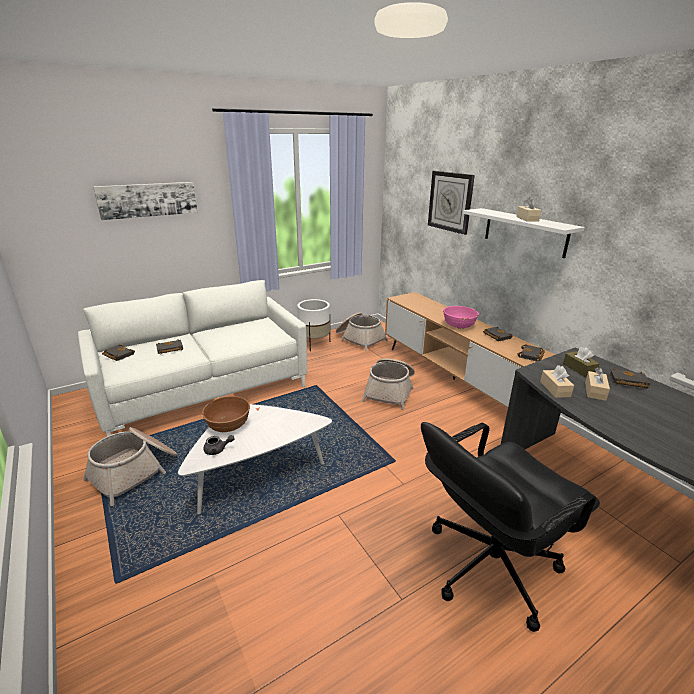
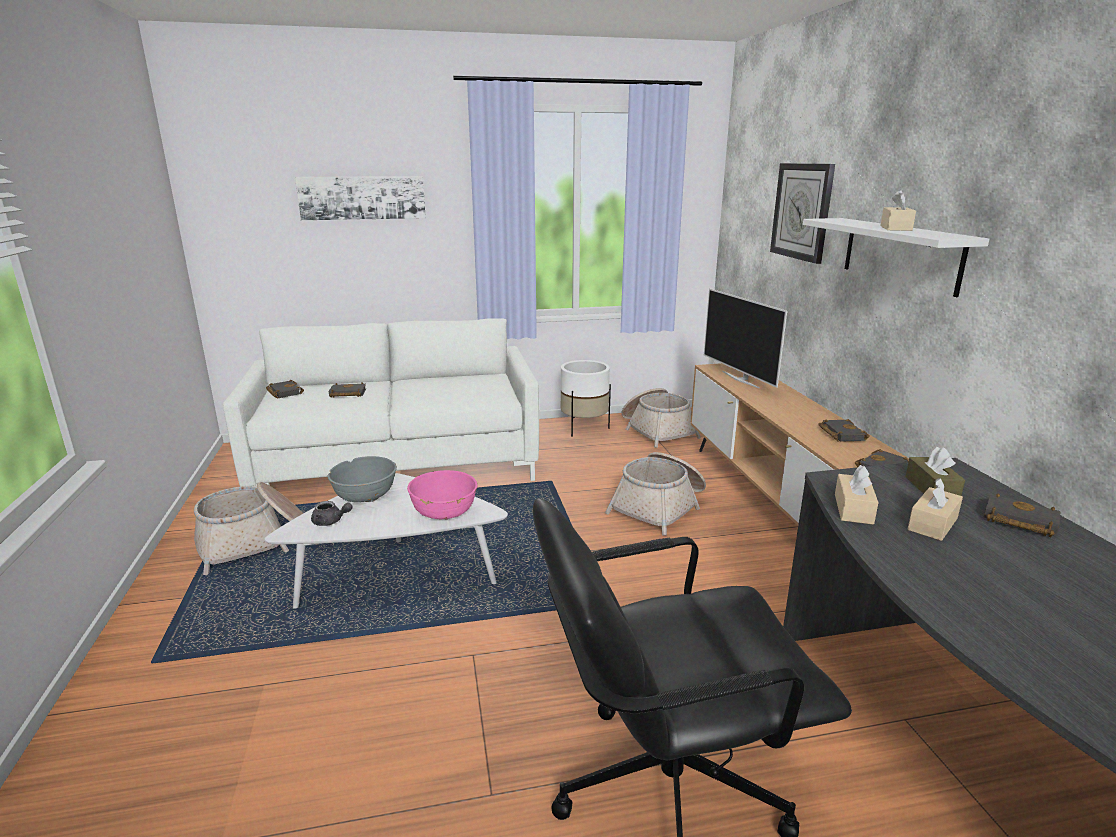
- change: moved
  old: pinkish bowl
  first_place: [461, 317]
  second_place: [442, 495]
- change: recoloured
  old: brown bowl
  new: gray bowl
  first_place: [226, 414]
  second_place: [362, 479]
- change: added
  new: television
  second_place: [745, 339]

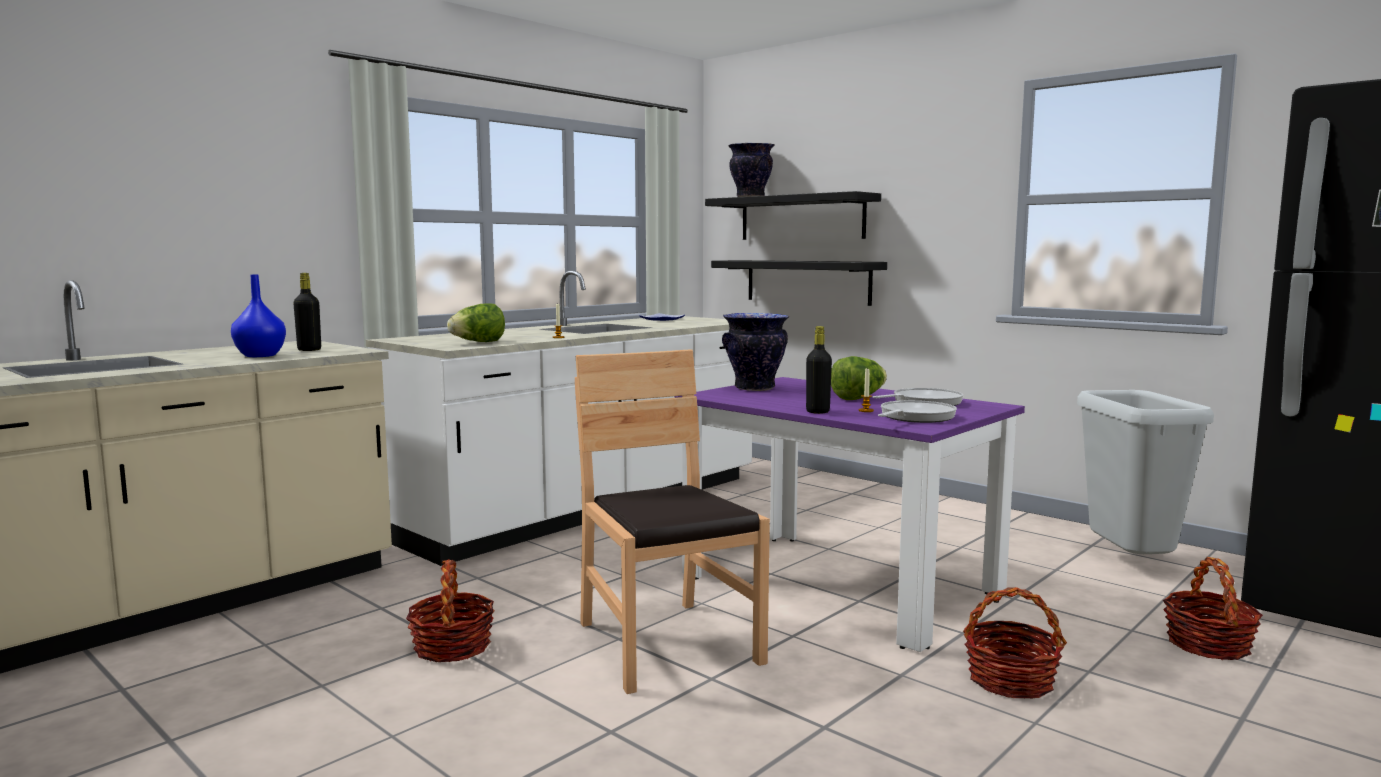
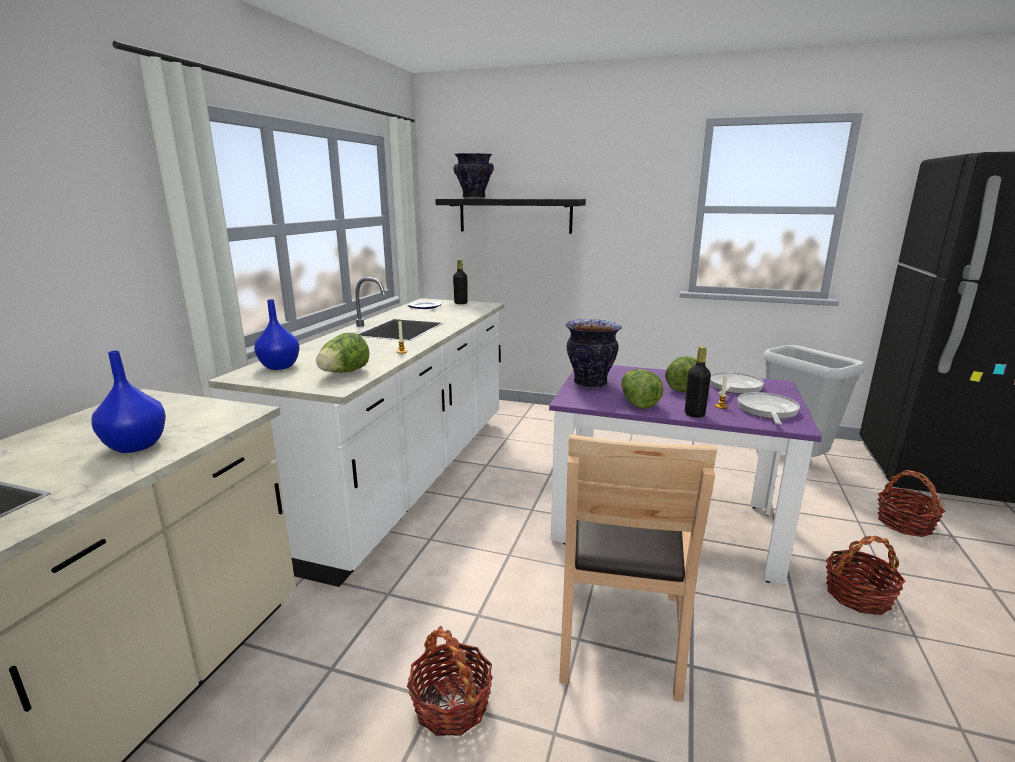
- change: removed
  old: blackish wall shelf
  first_place: [799, 283]
- change: moved
  old: blackish drink bottle
  first_place: [307, 312]
  second_place: [460, 281]
- change: turned
  old: brown chair
  first_place: [672, 521]
  second_place: [638, 568]
  degrees: -120
- change: added
  new: blue-coloured flower vase
  second_place: [277, 334]
- change: added
  new: head of lettuce
  second_place: [642, 389]

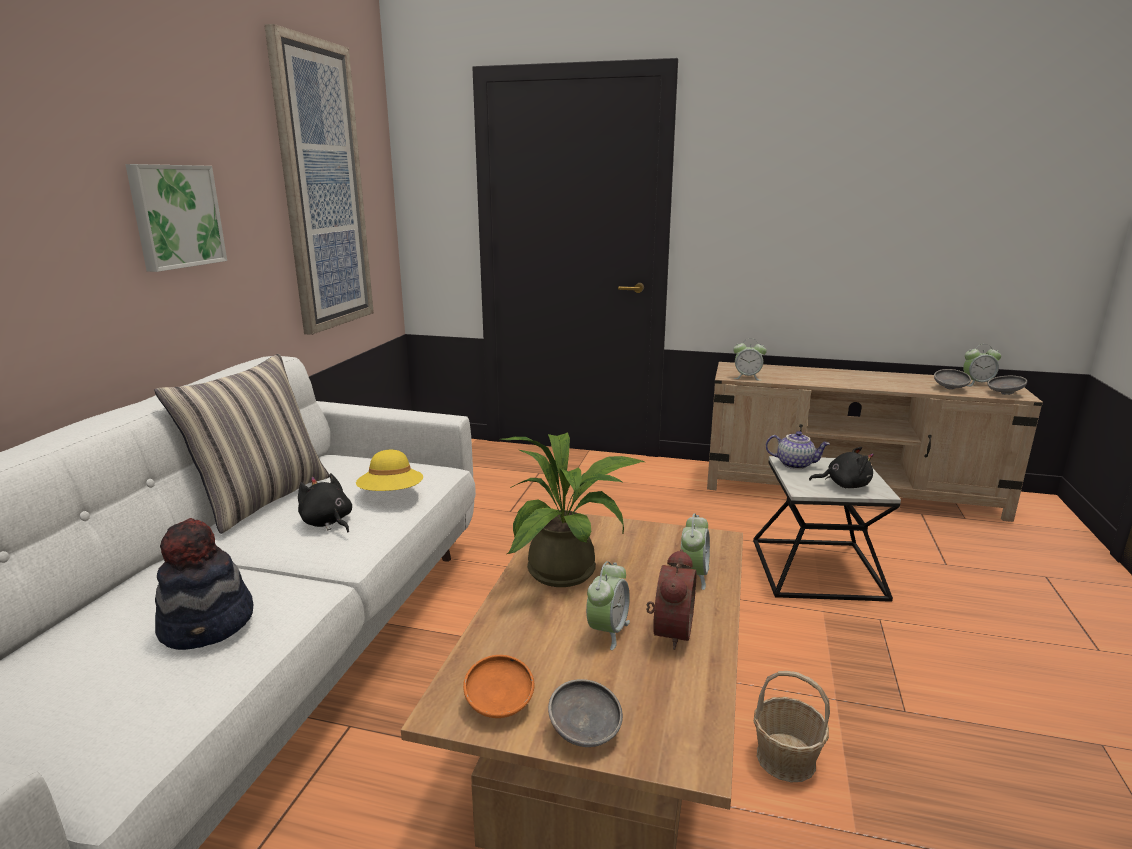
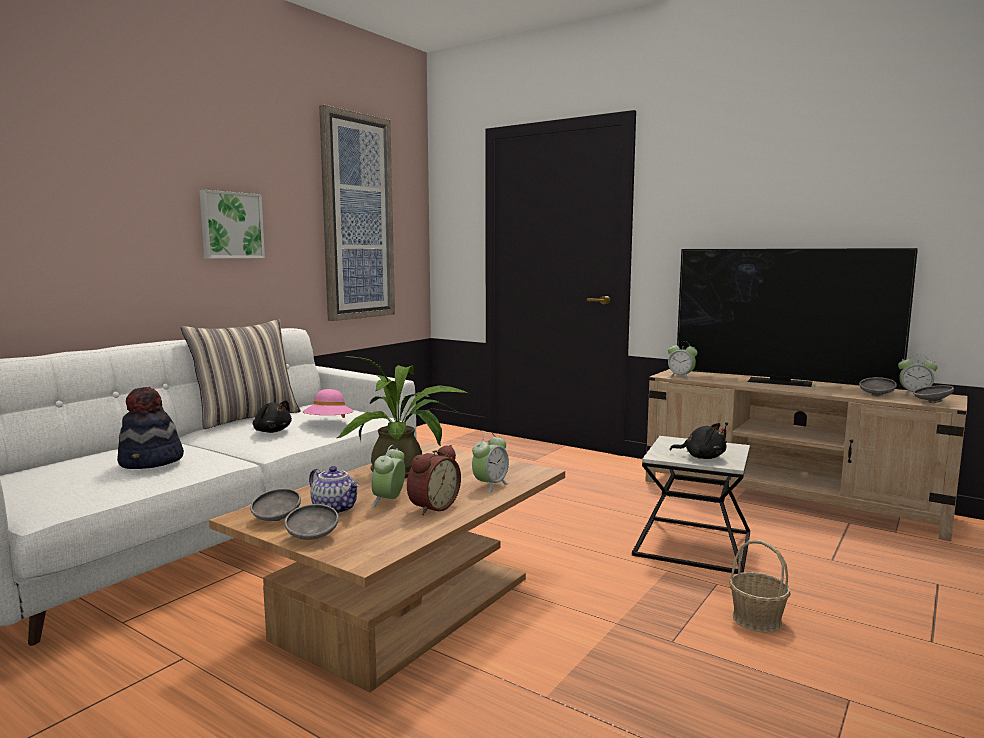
- change: moved
  old: pot for tea
  first_place: [798, 450]
  second_place: [334, 490]
- change: recoloured
  old: yellow-coloured hat
  new: pinkish hat
  first_place: [389, 470]
  second_place: [328, 403]
- change: turned
  old: blackish cuddly toy
  first_place: [325, 502]
  second_place: [272, 416]
  degrees: 150
- change: turned
  old: bedside clock
  first_place: [608, 605]
  second_place: [388, 476]
  degrees: 150
- change: recoloured
  old: orange-coloured bowl
  new: gray bowl
  first_place: [498, 686]
  second_place: [275, 504]
- change: moved
  old: household basket
  first_place: [792, 726]
  second_place: [760, 586]
- change: added
  new: television
  second_place: [797, 317]

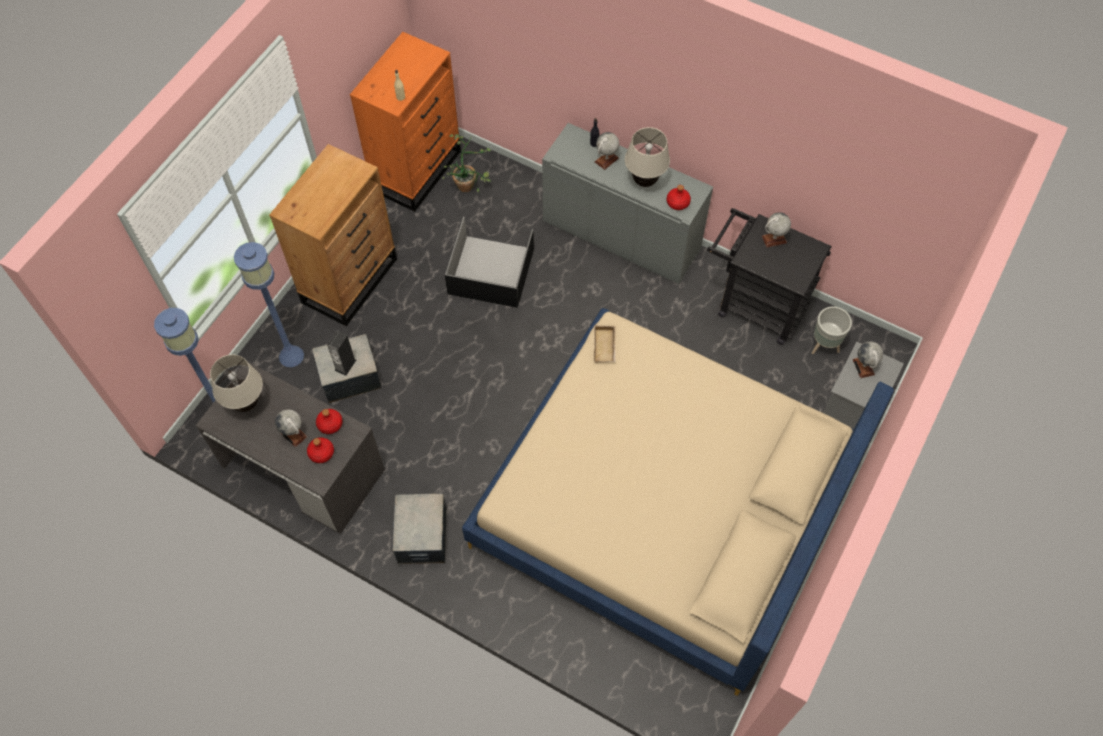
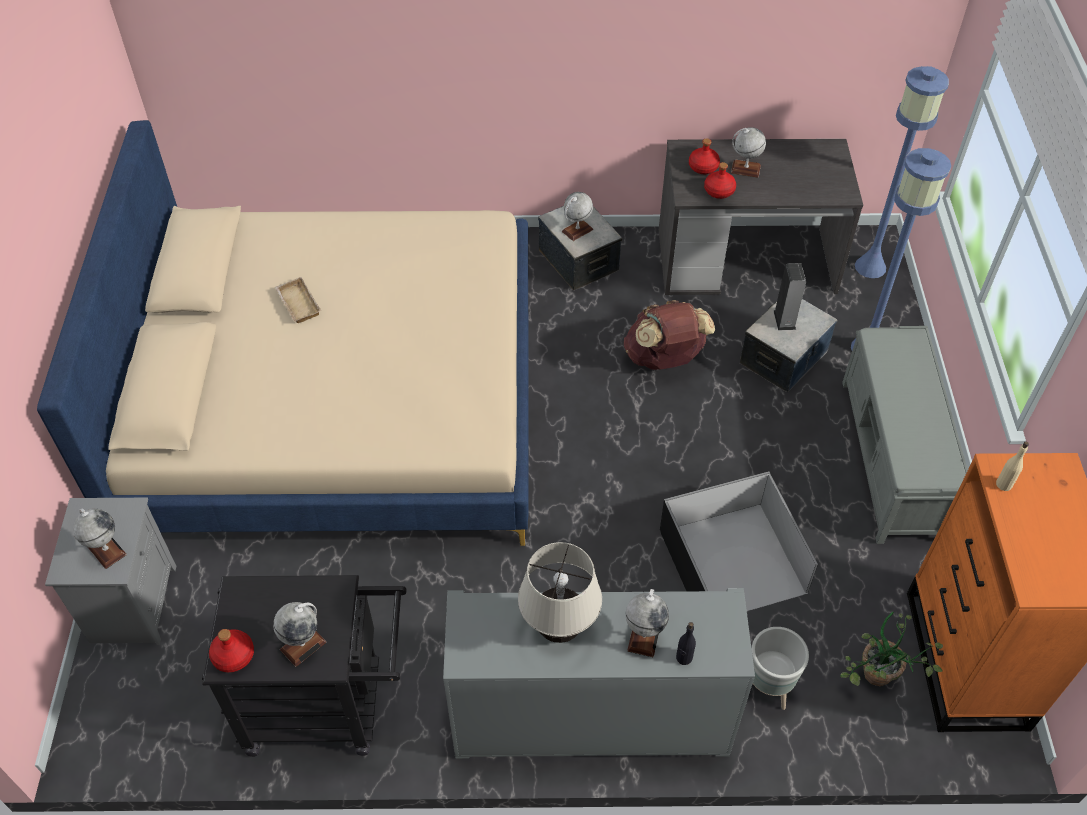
- change: replaced
  old: brown dresser
  new: gray indoor bench
  first_place: [333, 235]
  second_place: [905, 435]
- change: moved
  old: reddish drink bottle
  first_place: [679, 197]
  second_place: [231, 650]
- change: moved
  old: gray plant pot
  first_place: [832, 330]
  second_place: [780, 668]
- change: moved
  old: beige serving tray
  first_place: [605, 344]
  second_place: [298, 300]
- change: removed
  old: beige tabletop lamp
  first_place: [236, 383]
- change: added
  new: desk globe
  second_place: [577, 216]
- change: added
  new: brown rucksack
  second_place: [669, 335]

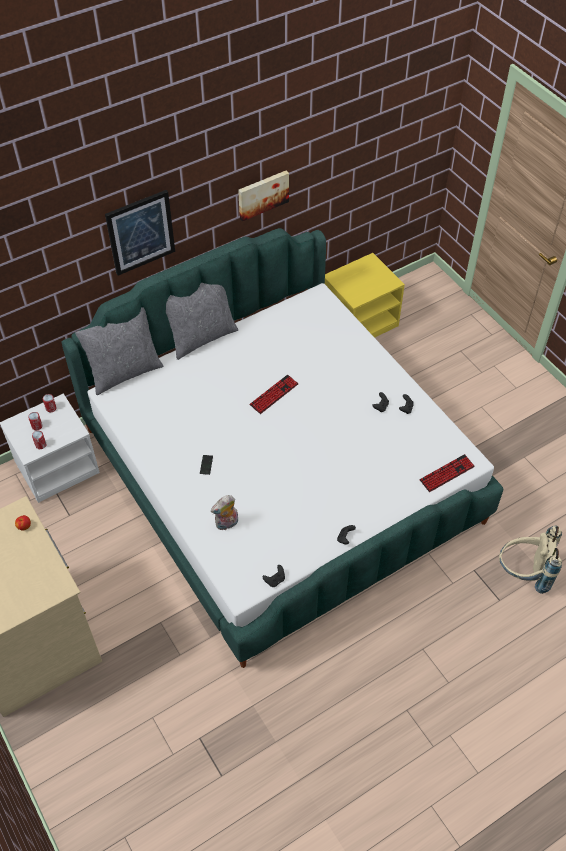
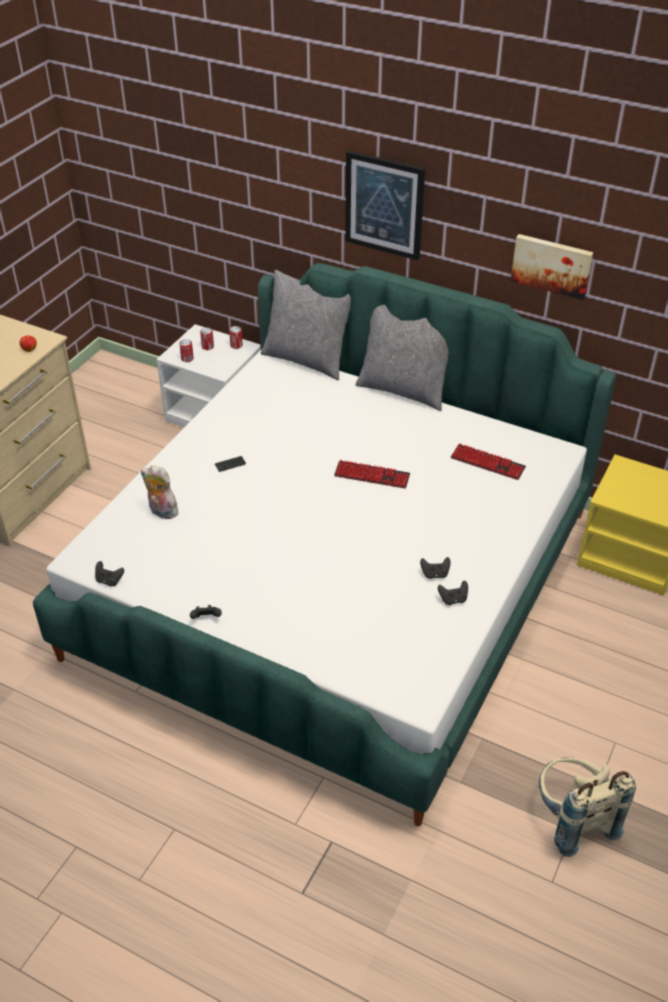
- change: moved
  old: PC keyboard
  first_place: [447, 473]
  second_place: [488, 461]
- change: moved
  old: beige rucksack
  first_place: [530, 560]
  second_place: [587, 807]

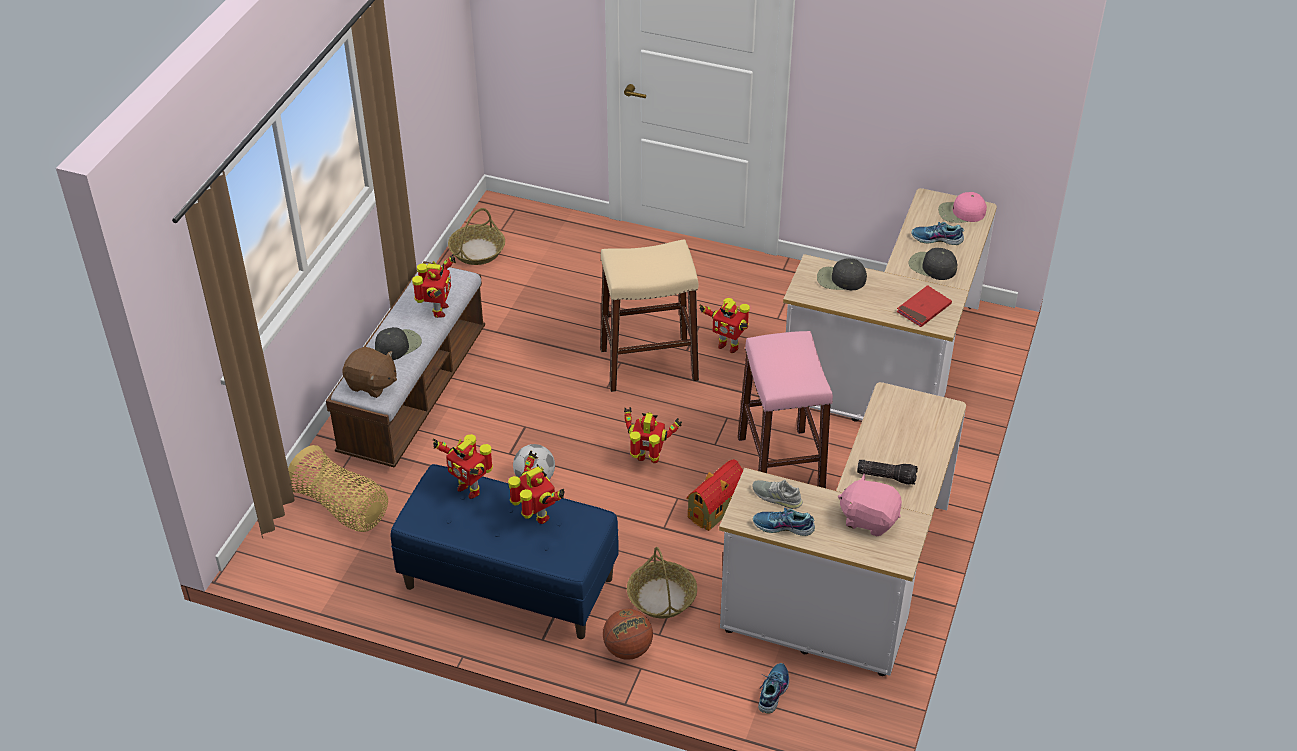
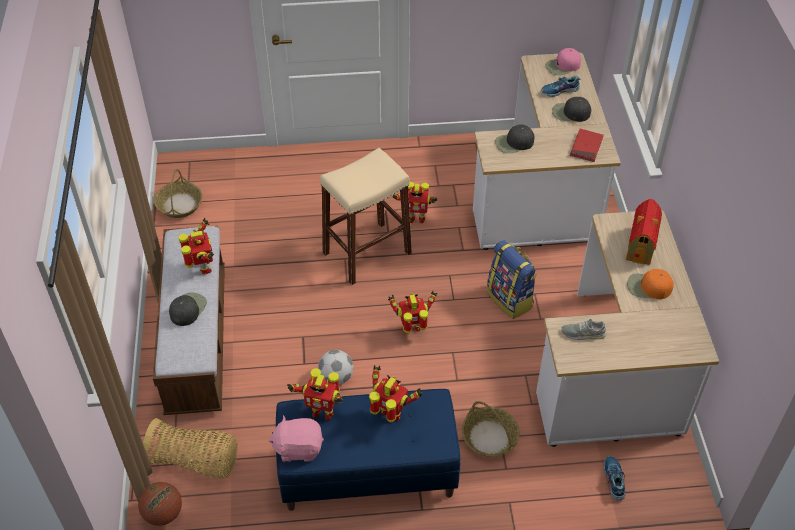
- change: replaced
  old: pinkish sitting stool
  new: rucksack
  first_place: [785, 409]
  second_place: [512, 279]
- change: removed
  old: brown cuddly toy
  first_place: [369, 372]
- change: moved
  old: toy house
  first_place: [715, 495]
  second_place: [644, 232]
- change: replaced
  old: torch
  new: orange-coloured peaked cap
  first_place: [887, 472]
  second_place: [650, 284]
- change: moved
  old: pinkish cuddly toy
  first_place: [870, 505]
  second_place: [296, 438]
- change: removed
  old: low shoe
  first_place: [784, 522]
- change: moved
  old: ball for basketball
  first_place: [628, 634]
  second_place: [160, 504]

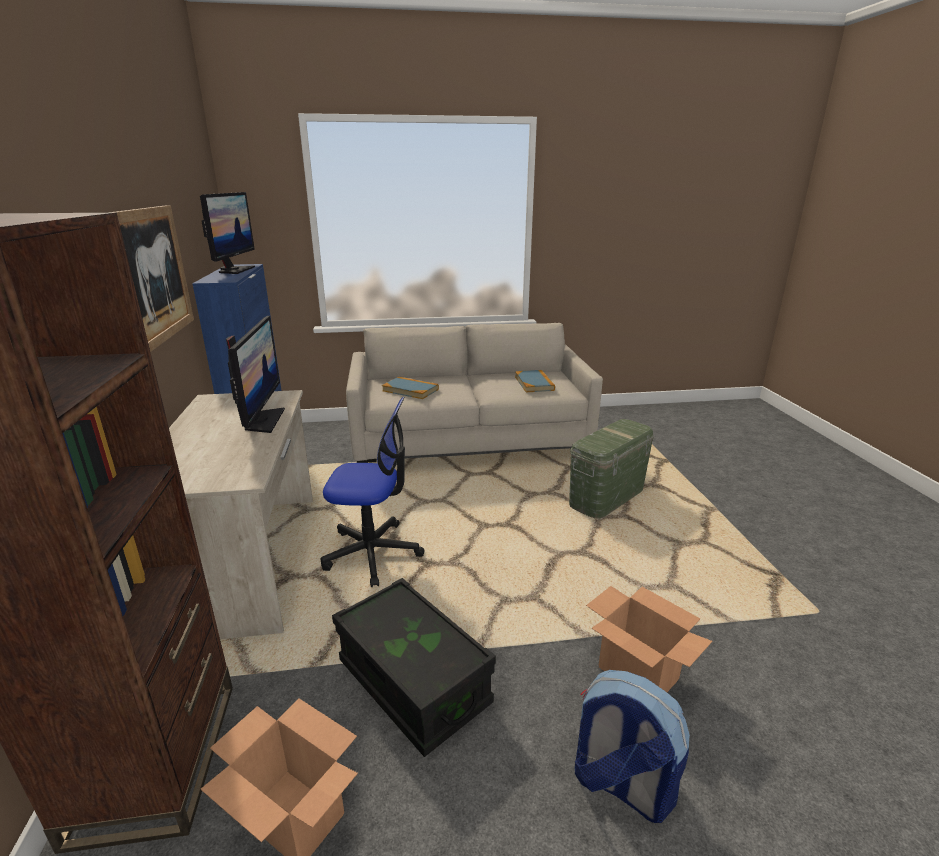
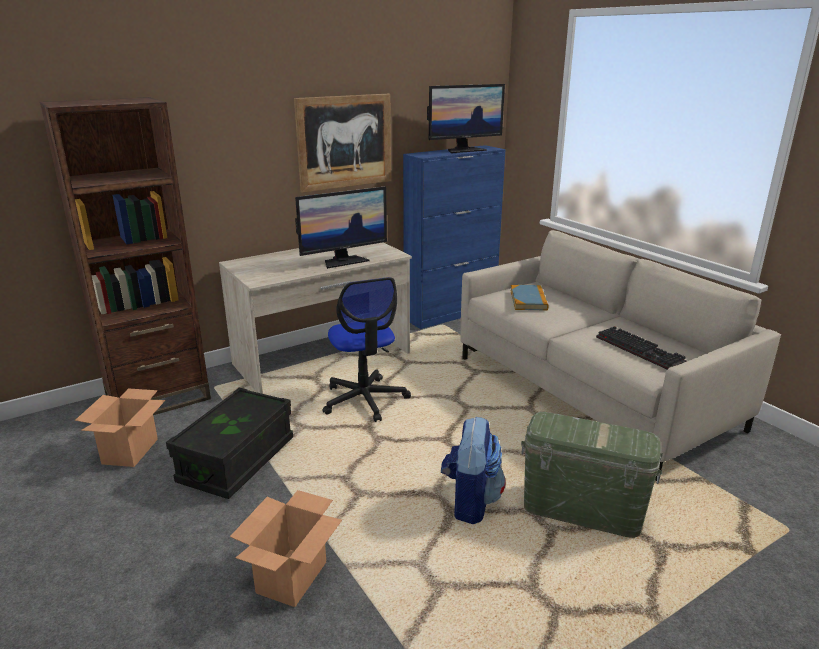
- change: replaced
  old: bound book
  new: PC keyboard
  first_place: [535, 381]
  second_place: [641, 347]
- change: moved
  old: rucksack
  first_place: [632, 746]
  second_place: [473, 470]

